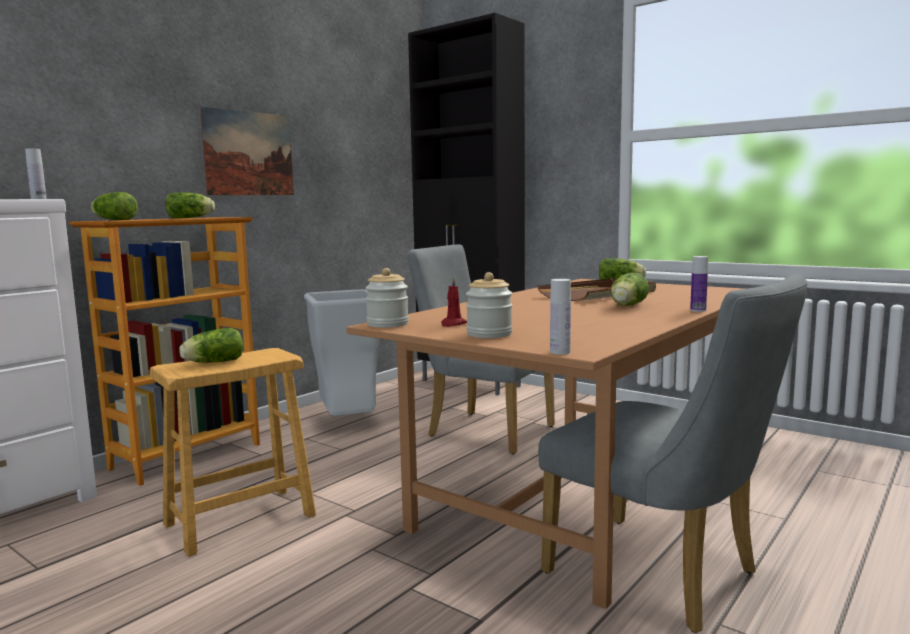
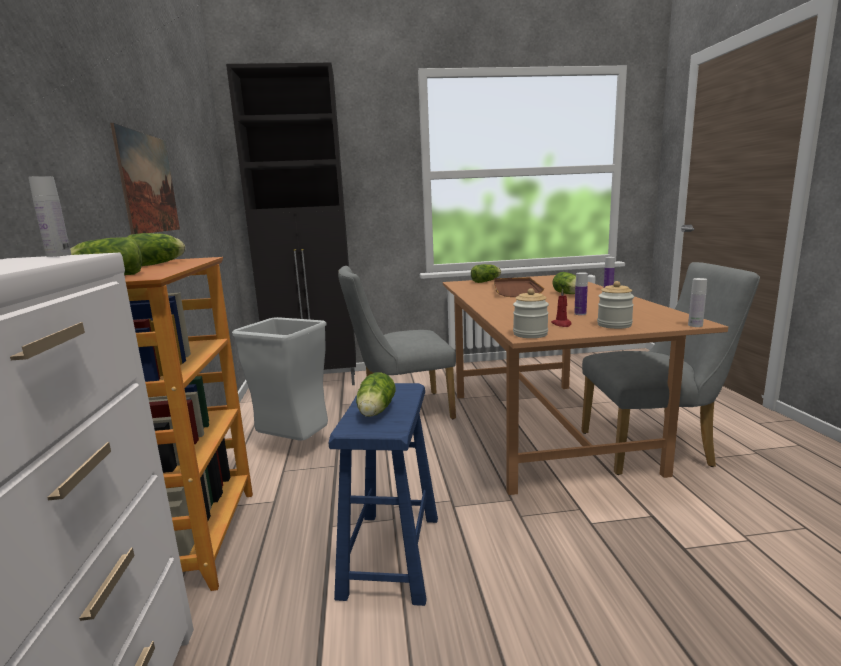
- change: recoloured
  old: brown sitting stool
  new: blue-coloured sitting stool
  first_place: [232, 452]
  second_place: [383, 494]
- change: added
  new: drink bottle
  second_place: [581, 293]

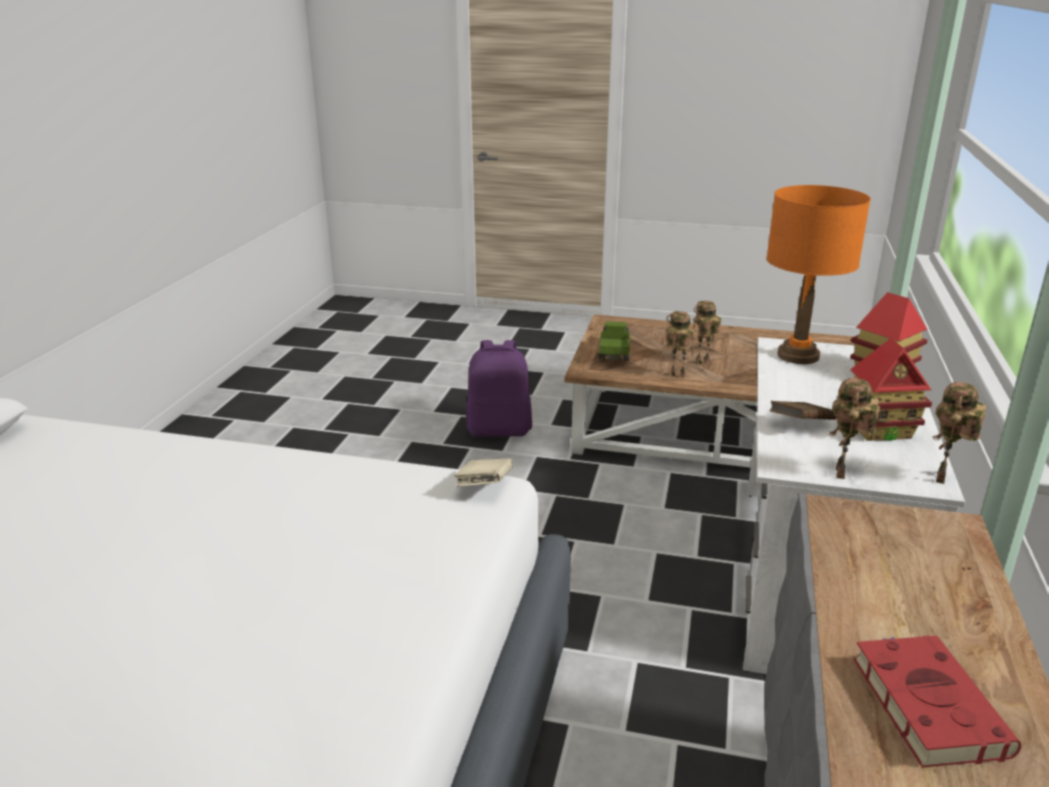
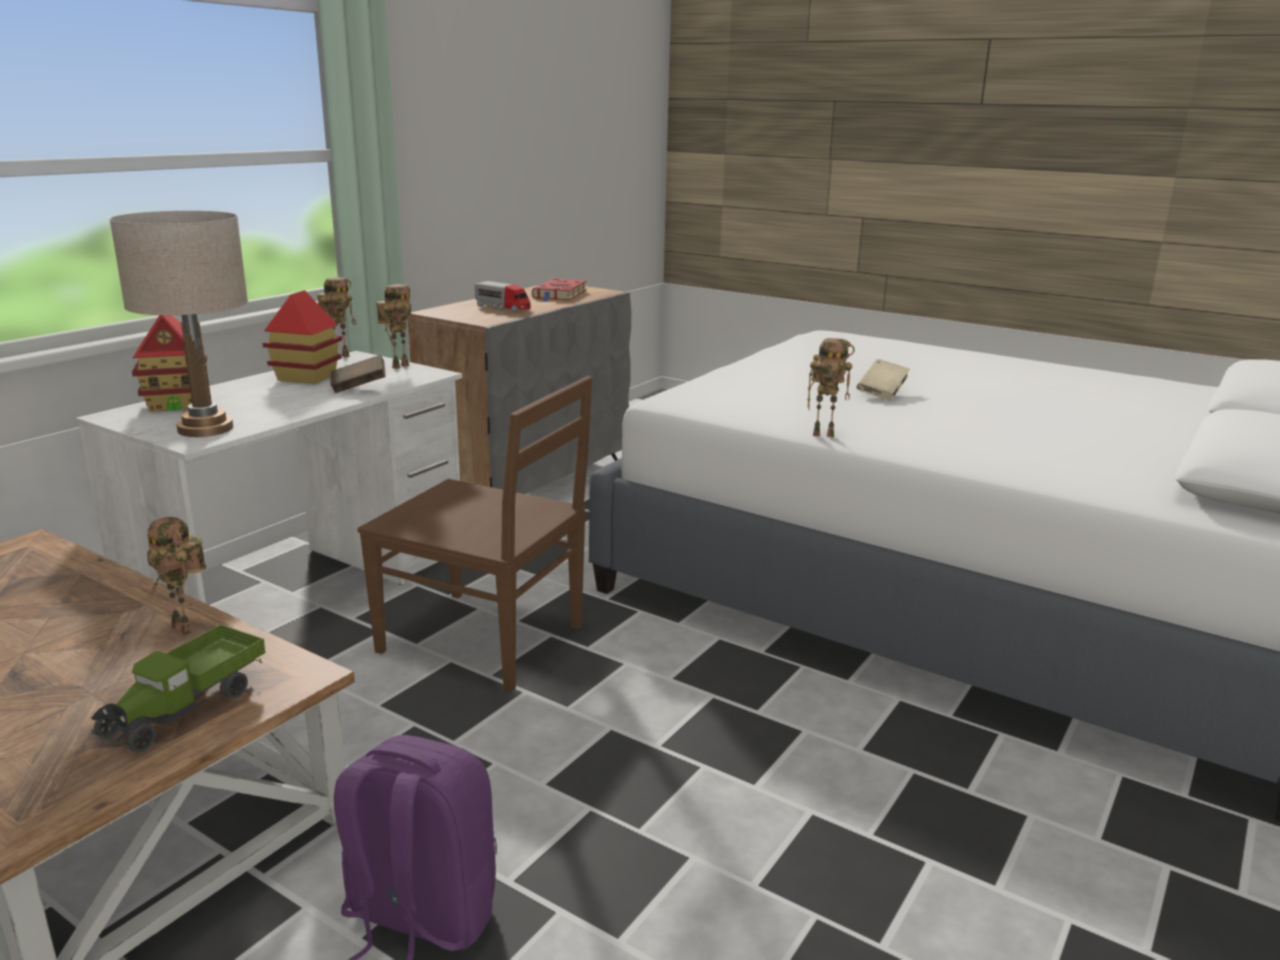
- change: recoloured
  old: orange-coloured tabletop lamp
  new: beige tabletop lamp
  first_place: [818, 274]
  second_place: [178, 324]
- change: moved
  old: robot figure
  first_place: [706, 333]
  second_place: [831, 387]
- change: moved
  old: beige bound book
  first_place: [483, 472]
  second_place: [883, 380]
- change: added
  new: toy truck
  second_place: [503, 296]
- change: added
  new: brown chair
  second_place: [475, 534]

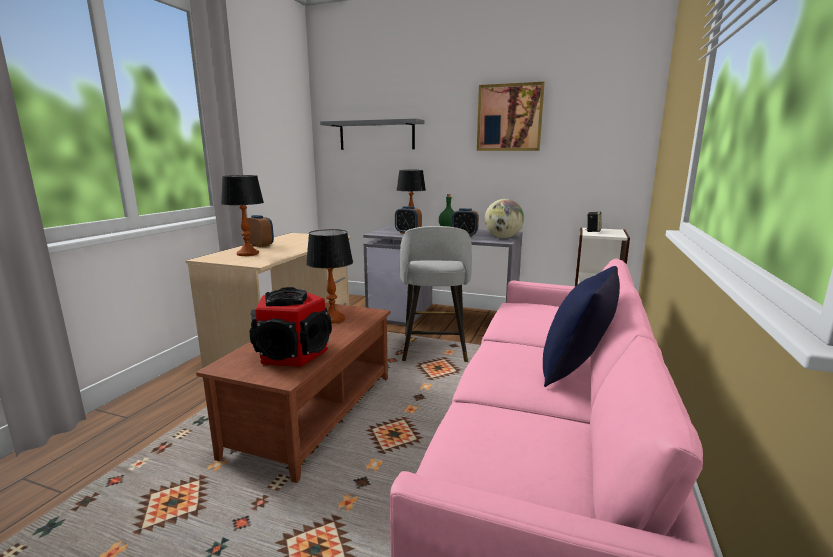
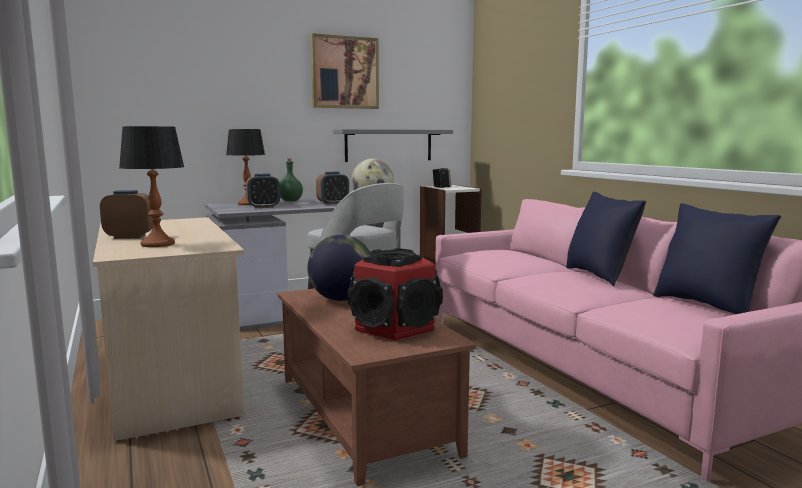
- change: moved
  old: gray wall shelf
  first_place: [372, 134]
  second_place: [393, 145]
- change: replaced
  old: tabletop lamp
  new: desk globe
  first_place: [329, 276]
  second_place: [338, 268]
- change: added
  new: blue-coloured cushion
  second_place: [717, 258]

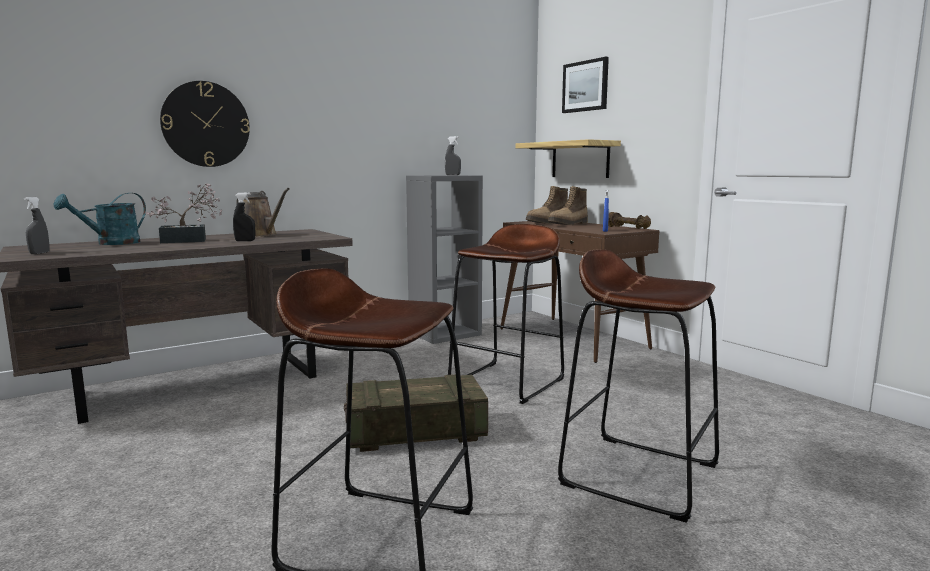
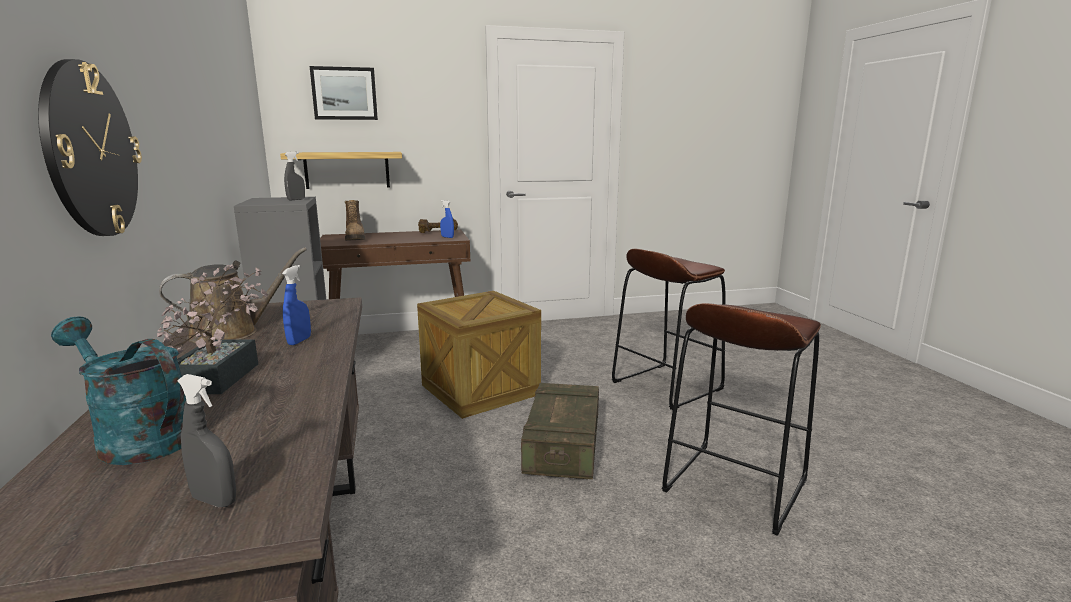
- change: removed
  old: high-top boot
  first_place: [568, 205]
- change: turned
  old: turquoise watering can
  first_place: [100, 219]
  second_place: [118, 390]
  degrees: 150
- change: recoloured
  old: blackish sprayer
  new: blue-coloured sprayer
  first_place: [244, 217]
  second_place: [296, 305]
- change: replaced
  old: brown sitting stool
  new: crate
  first_place: [506, 314]
  second_place: [479, 355]

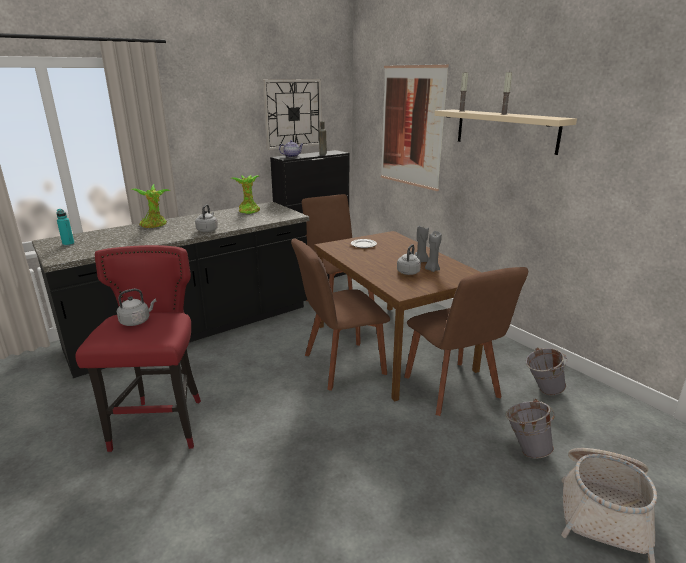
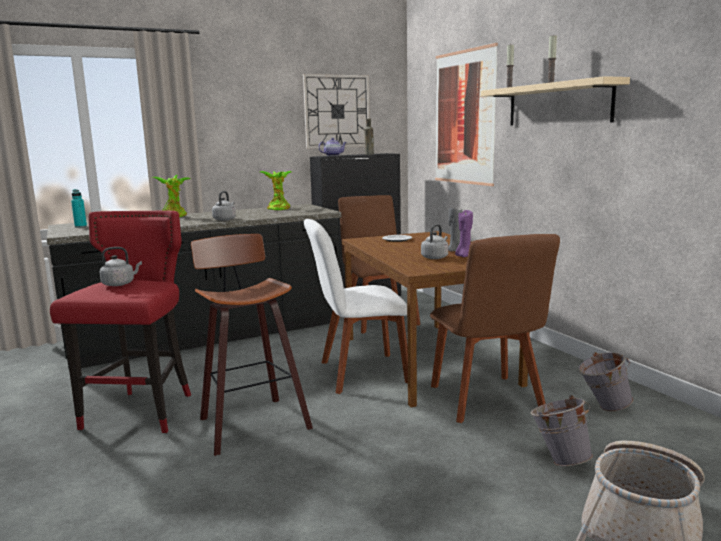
- change: recoloured
  old: gray wax candle
  new: purple-coloured wax candle
  first_place: [433, 251]
  second_place: [464, 233]
- change: recoloured
  old: brown chair
  new: white chair
  first_place: [340, 314]
  second_place: [356, 306]
- change: added
  new: sitting stool
  second_place: [252, 345]

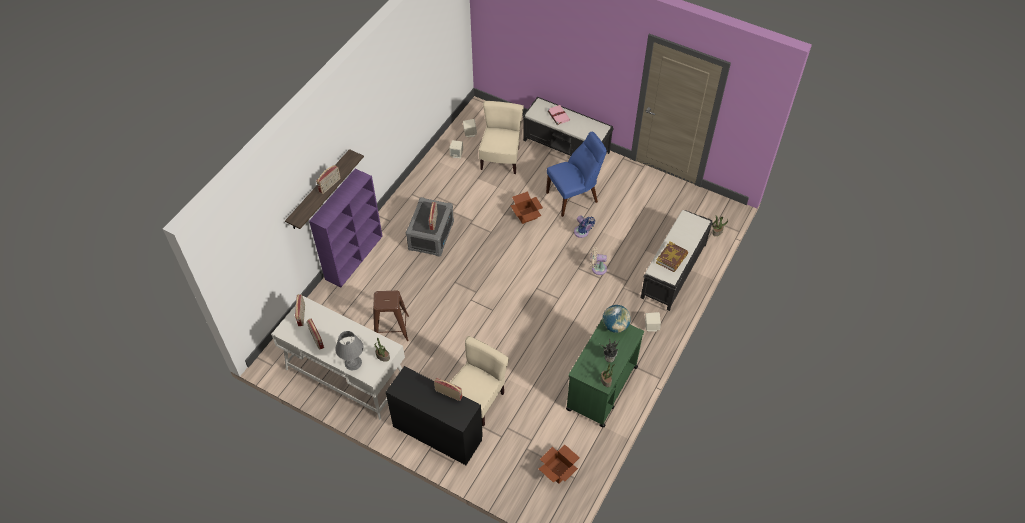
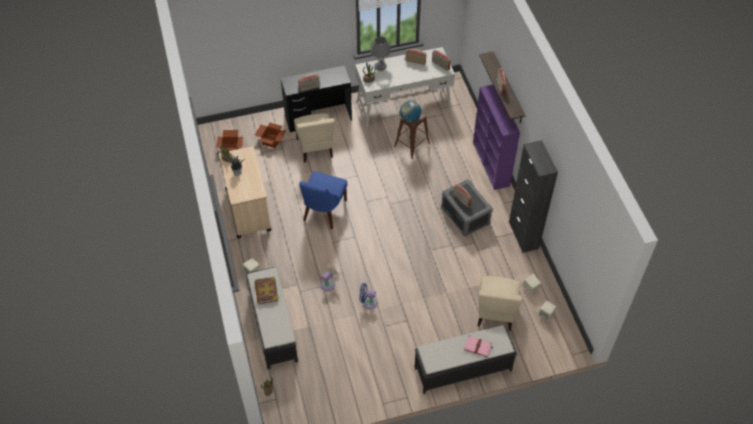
- change: turned
  old: beige chair
  first_place: [501, 137]
  second_place: [500, 303]
  degrees: 45
- change: moved
  old: blue-coloured chair
  first_place: [576, 174]
  second_place: [323, 200]
- change: moved
  old: cardboard box
  first_place: [526, 207]
  second_place: [271, 135]
- change: moved
  old: desk globe
  first_place: [616, 319]
  second_place: [410, 111]
- change: recoloured
  old: green-coloured wheeled cart
  new: beige wheeled cart
  first_place: [605, 373]
  second_place: [245, 192]
- change: added
  new: blackish storage cabinet
  second_place: [533, 196]

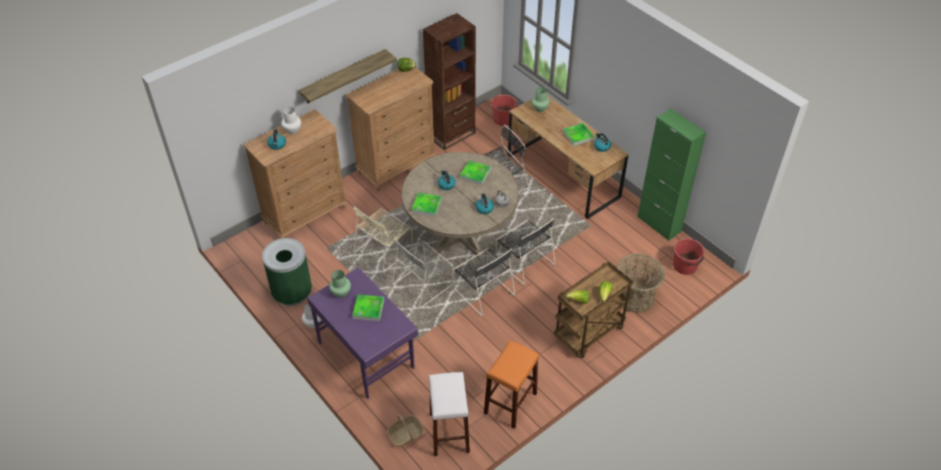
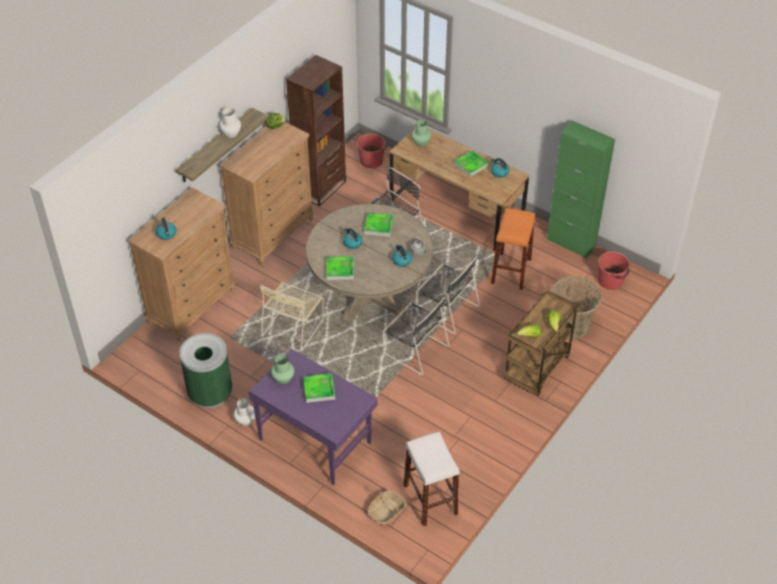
- change: moved
  old: white flower vase
  first_place: [291, 120]
  second_place: [230, 123]
- change: removed
  old: gray chair
  first_place: [422, 273]
- change: moved
  old: orange-coloured sitting stool
  first_place: [511, 384]
  second_place: [513, 249]

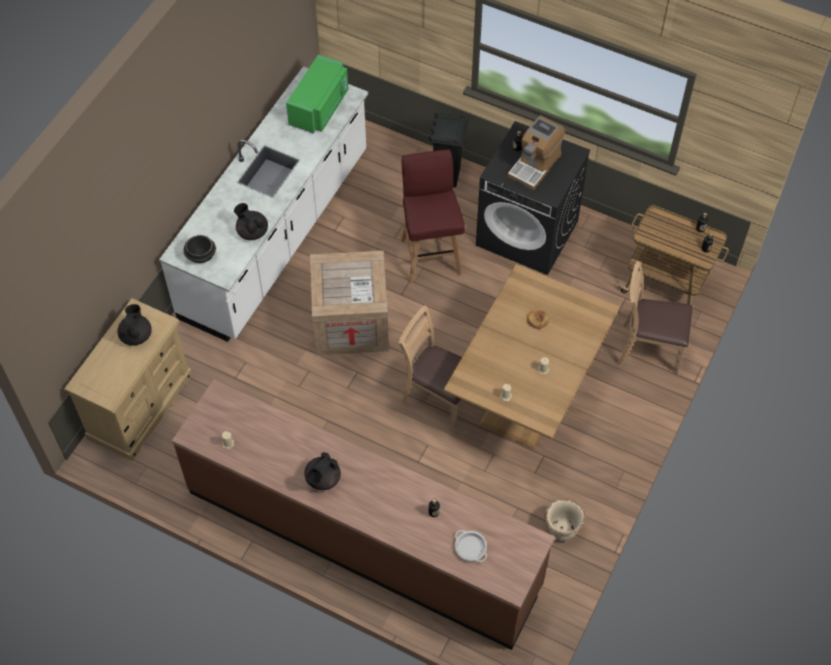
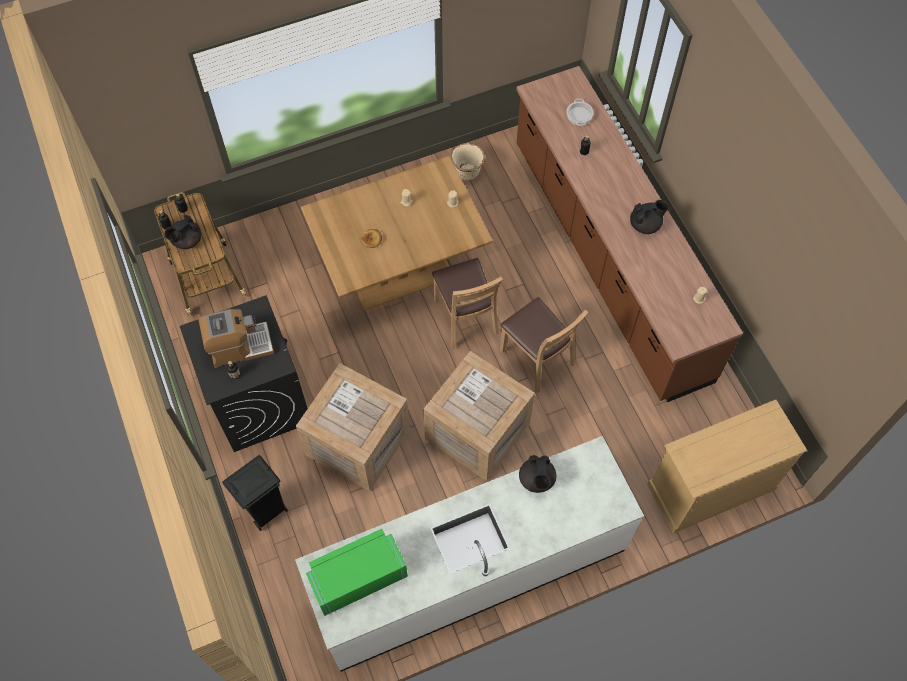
- change: replaced
  old: reddish sitting stool
  new: crate
  first_place: [433, 215]
  second_place: [353, 427]
- change: removed
  old: blackish bowl
  first_place: [199, 249]
- change: moved
  old: brown chair
  first_place: [655, 317]
  second_place: [544, 345]
- change: moved
  old: blackish pot for tea
  first_place: [134, 325]
  second_place: [182, 232]

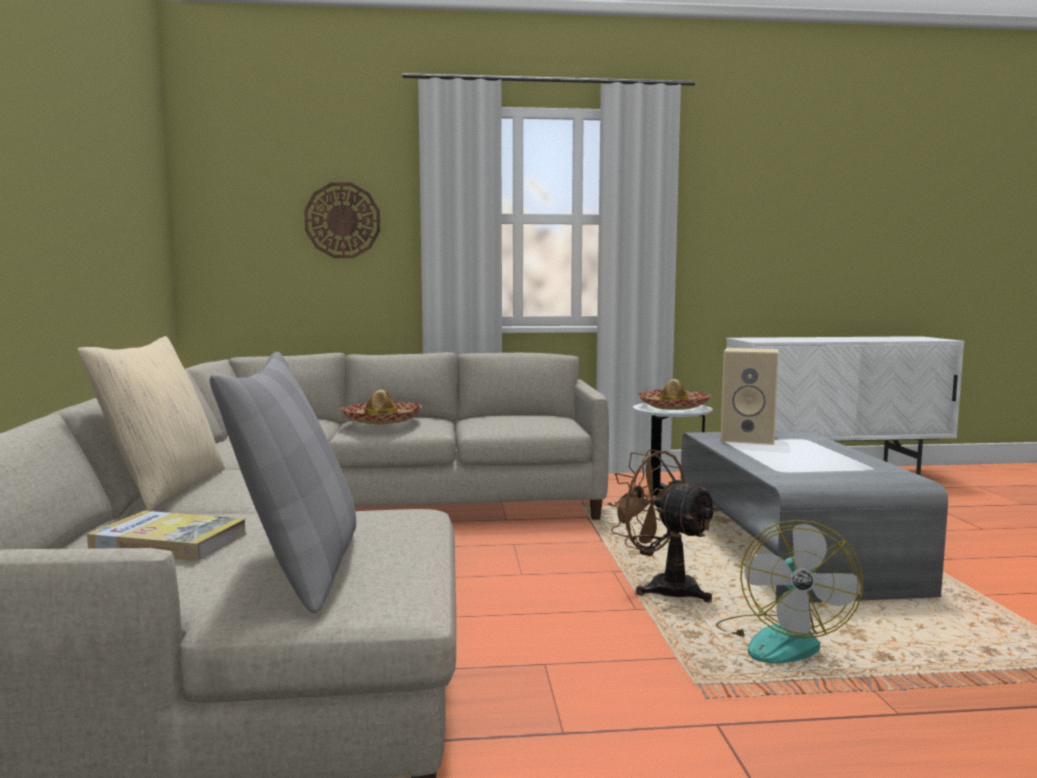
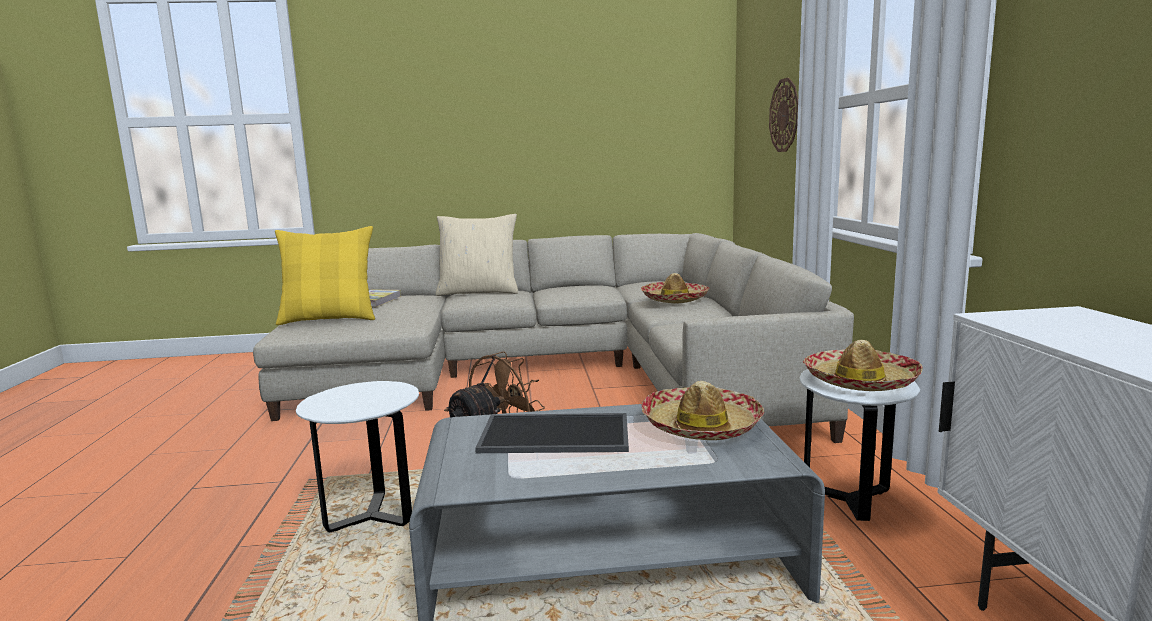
- change: replaced
  old: beige loudspeaker
  new: hat
  first_place: [749, 396]
  second_place: [702, 410]
- change: recoloured
  old: gray cushion
  new: yellow-coloured cushion
  first_place: [283, 482]
  second_place: [325, 275]
- change: replaced
  old: fan
  new: white accent table
  first_place: [789, 592]
  second_place: [357, 456]
- change: added
  new: serving tray
  second_place: [552, 433]

